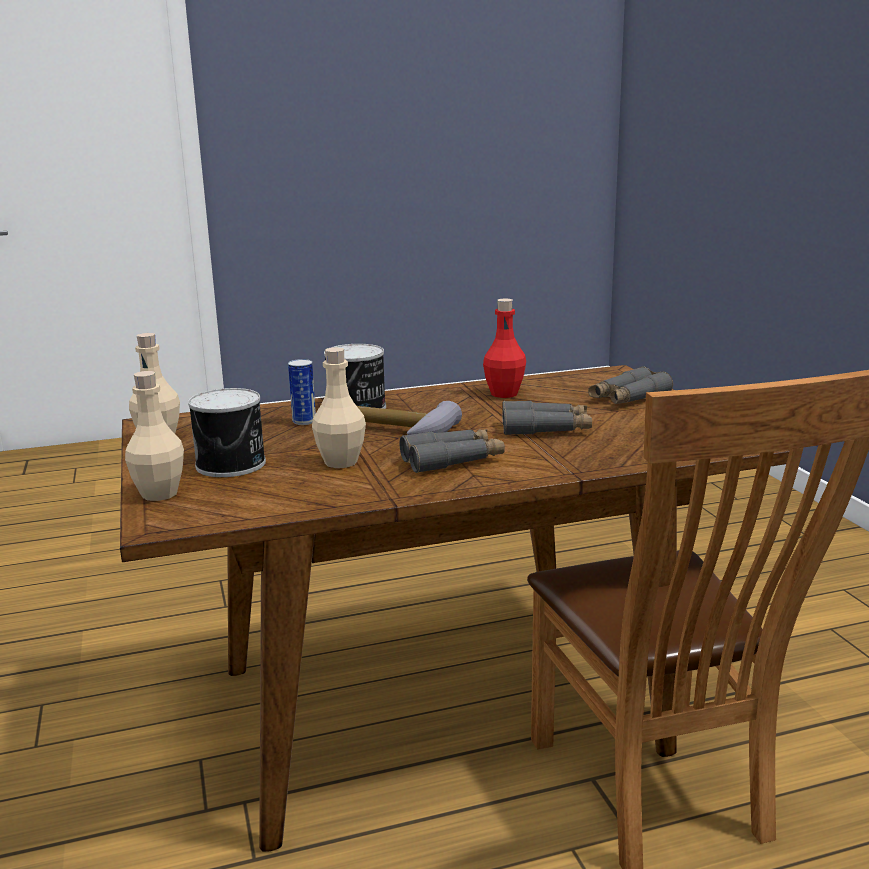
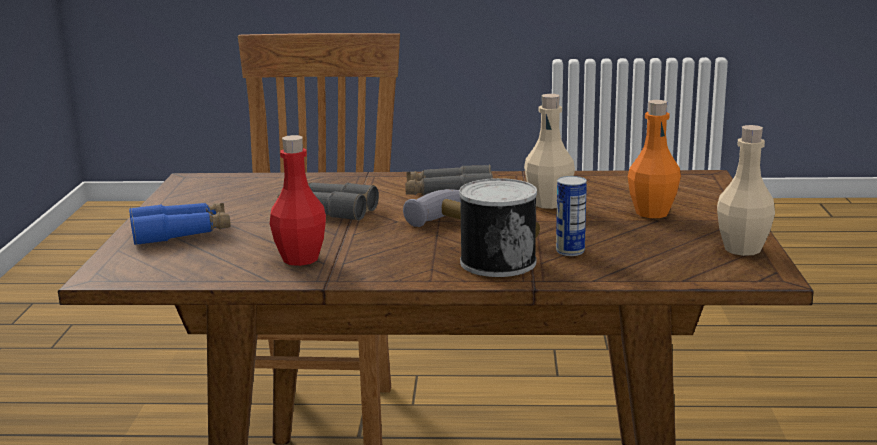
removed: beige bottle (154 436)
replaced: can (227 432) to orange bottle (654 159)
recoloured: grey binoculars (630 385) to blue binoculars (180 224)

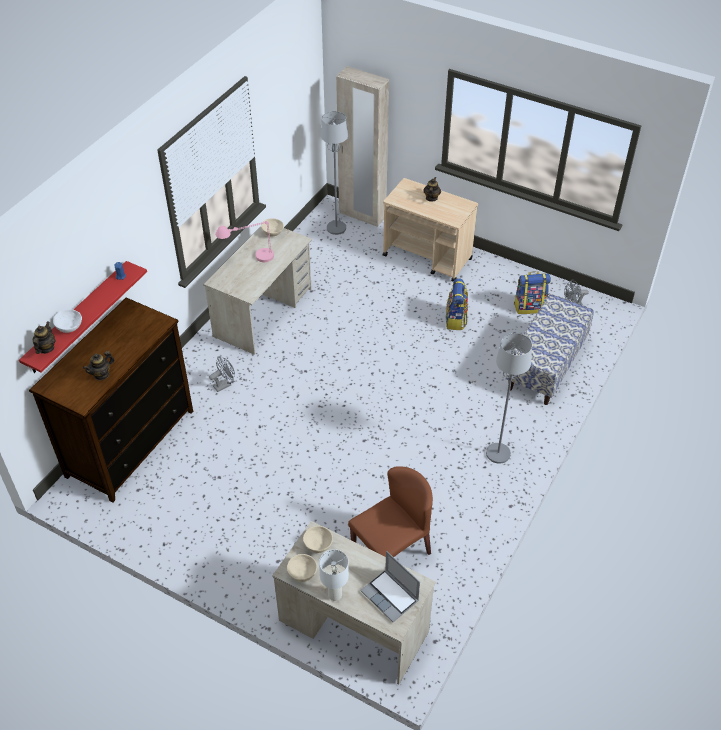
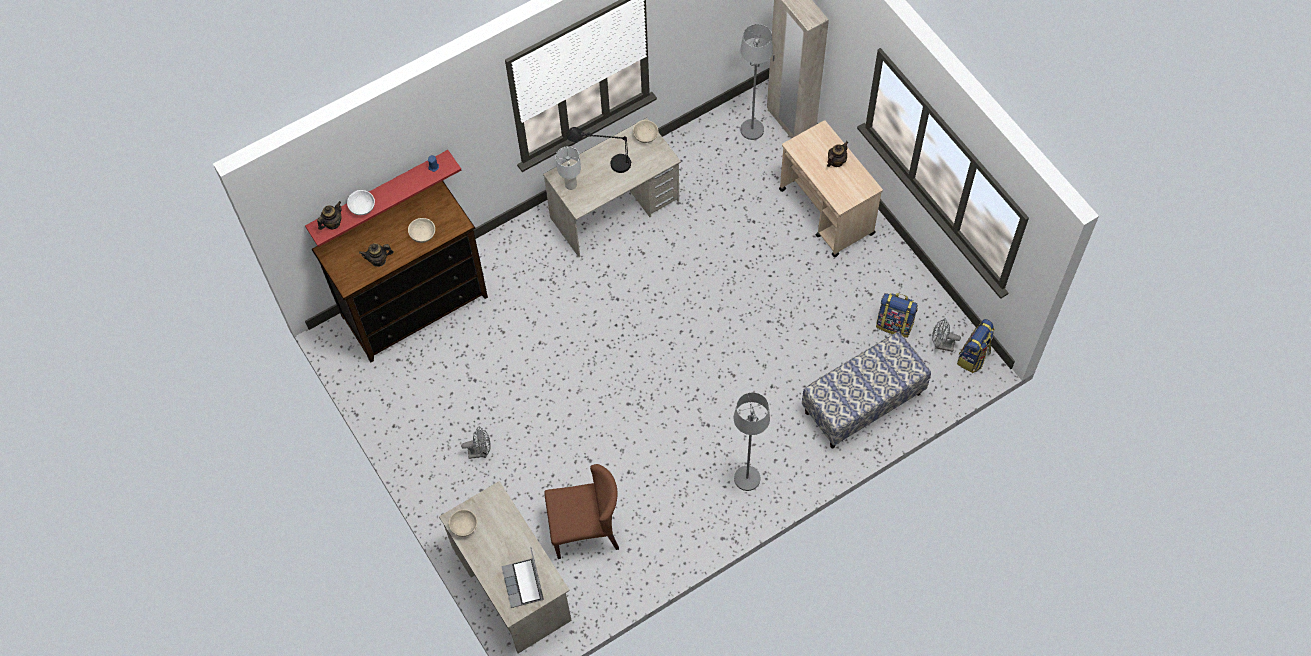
moved: backpack (457 304) to (976 346); grey fan (222 374) to (476 443); beige bowl (318 539) to (421 230); white table lamp (334 575) to (568 168)
recoloured: pink table lamp (244 241) to black table lamp (599 150)

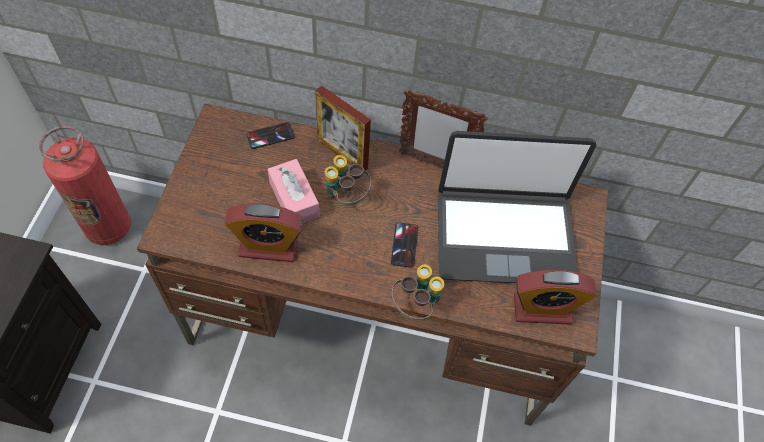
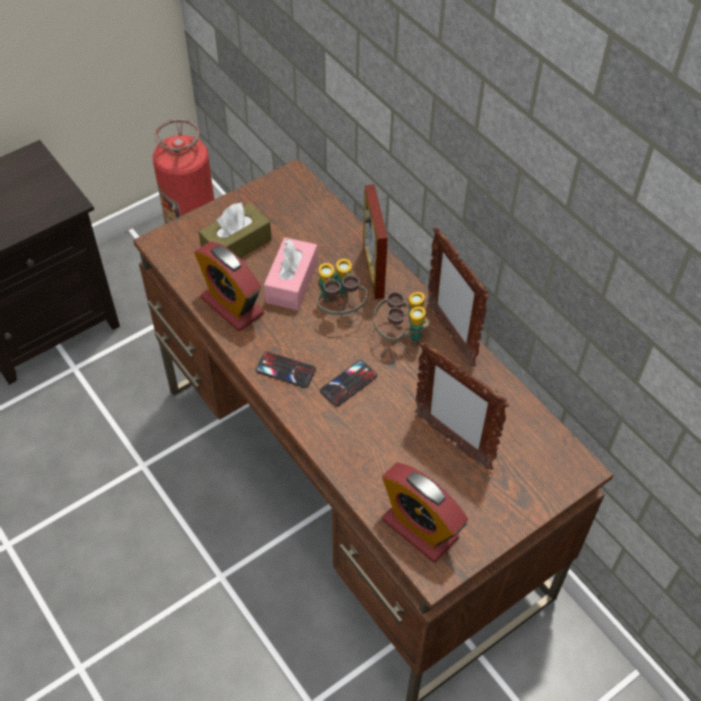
added: brown tissue box (235 230)
moved: phone (270 135) to (286 370); binoculars (418 292) to (402 319)
replaced: laptop (517 207) to picture frame (462 406)

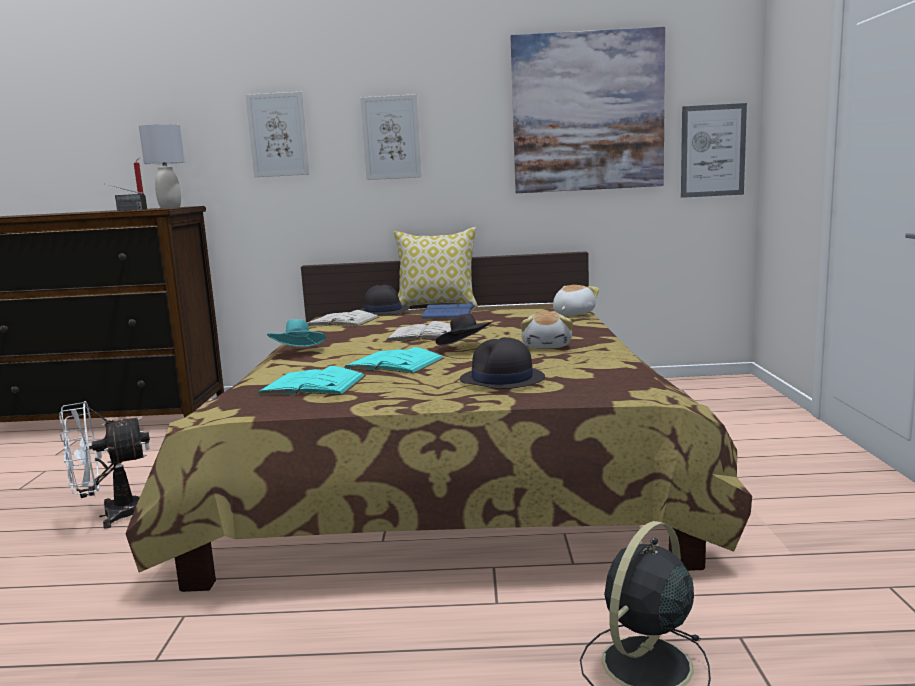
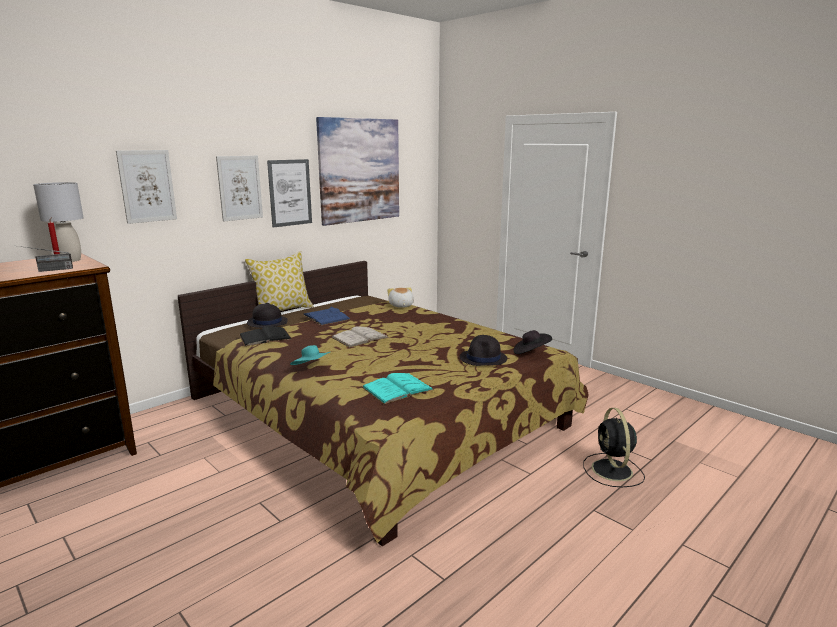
removed: plush toy (547 330); turquoise book (394 360); white fan (104 465)
moved: picture (714 150) to (289 193); black hat (463 330) to (533 342)
recoloured: white book (343 318) to black book (266 336)

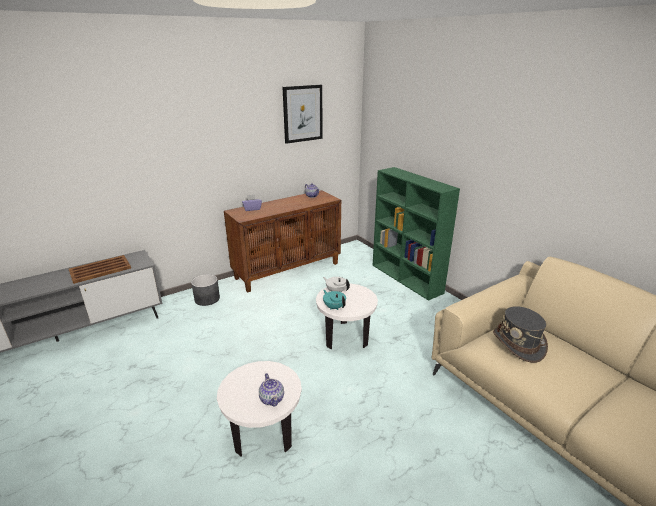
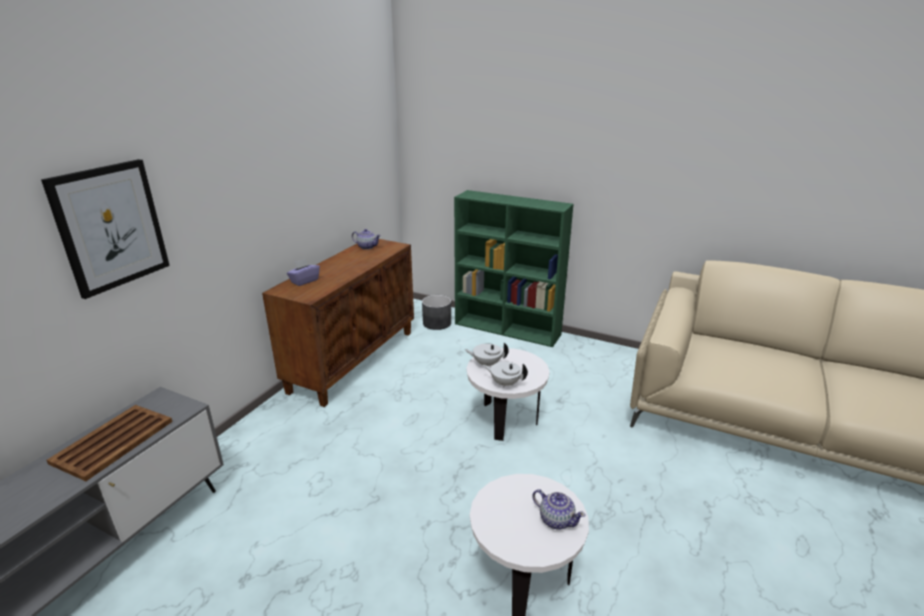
removed: grey hat (520 334)
moved: picture (303 114) to (105 229); grey planter (205 290) to (436 312)
recoloured: turquoise teapot (334 300) to white teapot (505 375)

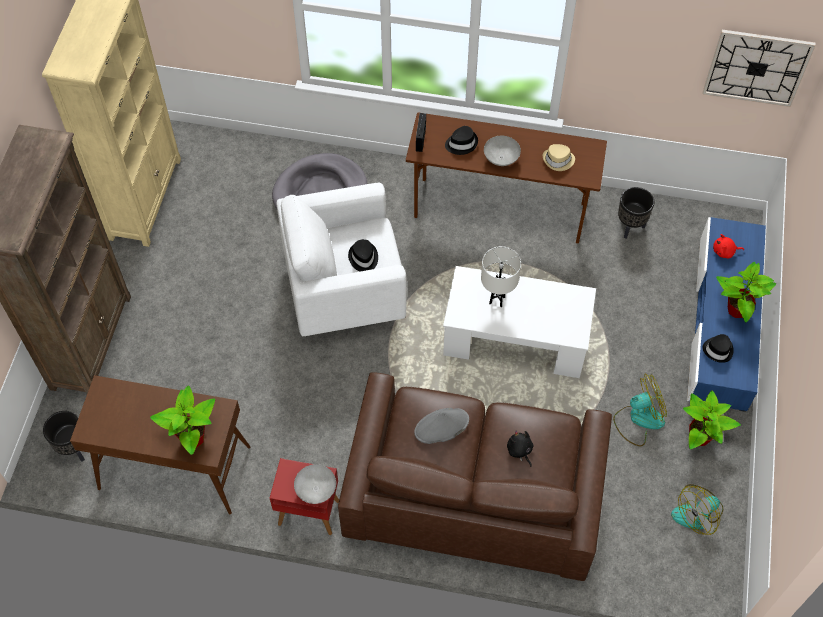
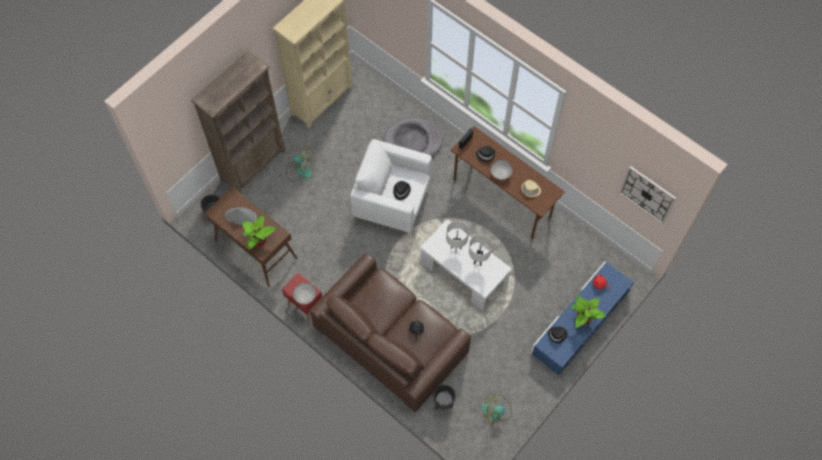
removed: potted plant (712 419)
added: white table lamp (480 250)
moved: black planter (636 213) to (444 397); fan (640 410) to (299 164); grey hat (441 426) to (241 216)

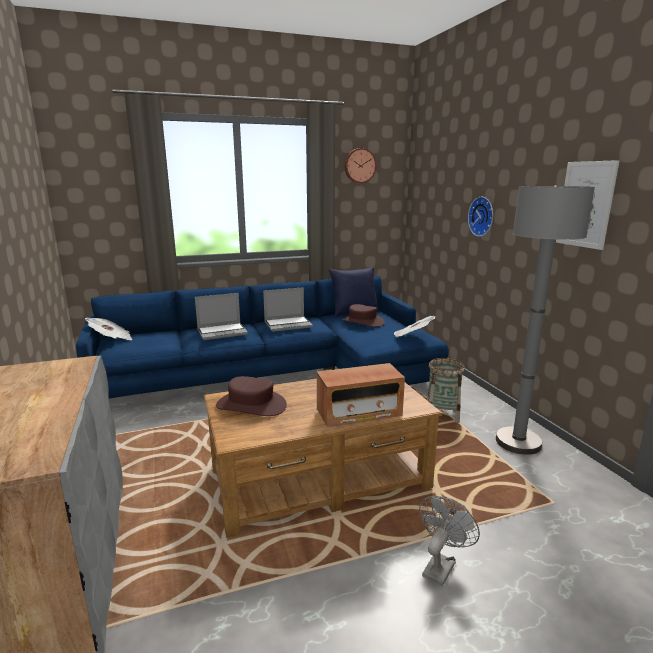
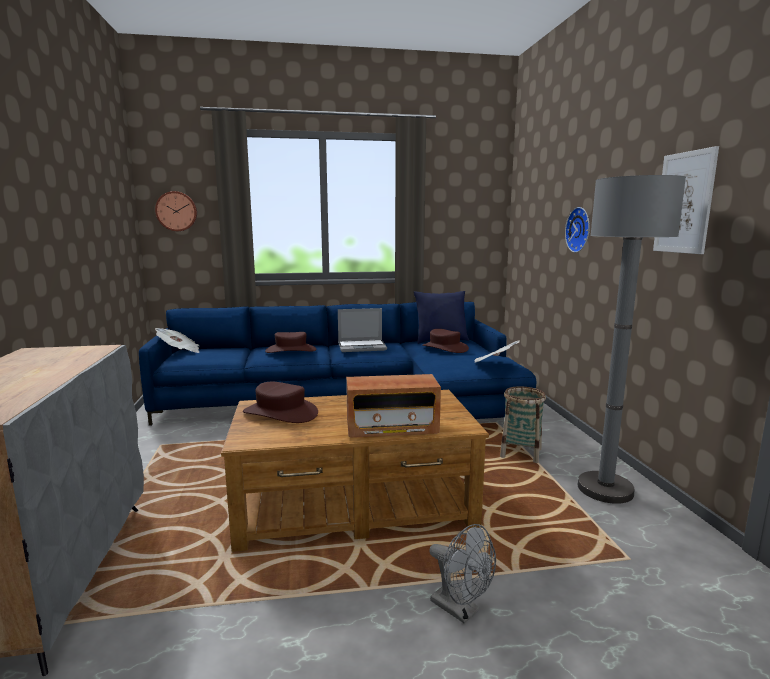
moved: wall clock (360 165) to (176 211)
replaced: laptop (221 316) to brown hat (290 342)
turned: grey fan (449 541) = (462 574) 90 degrees clockwise

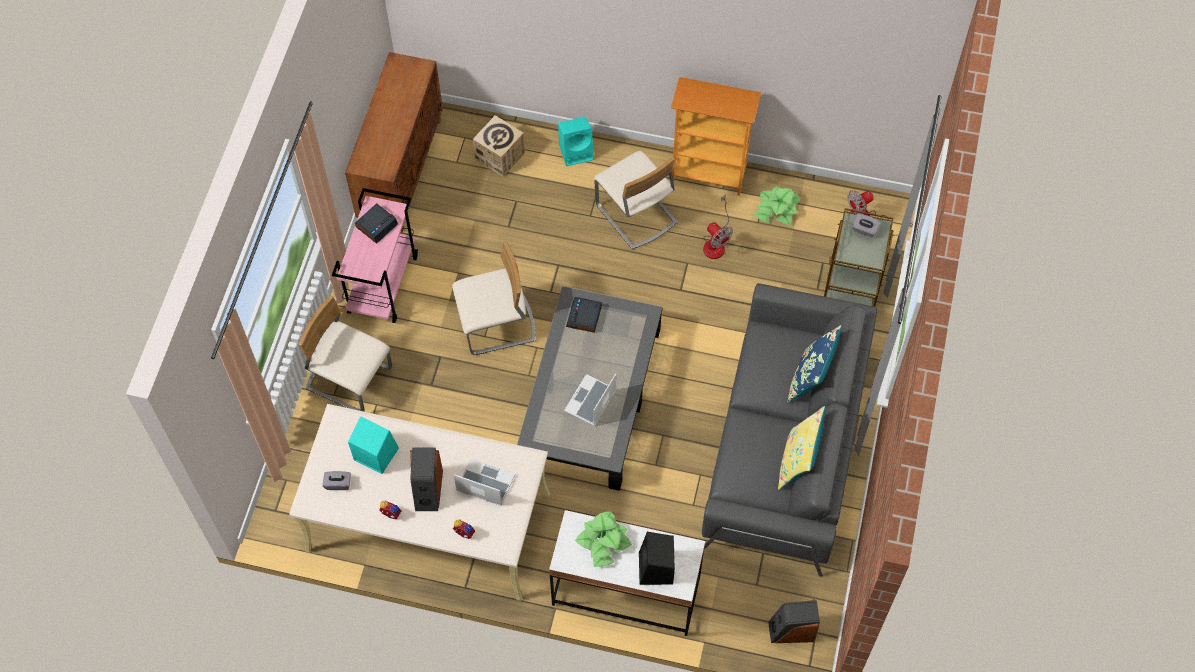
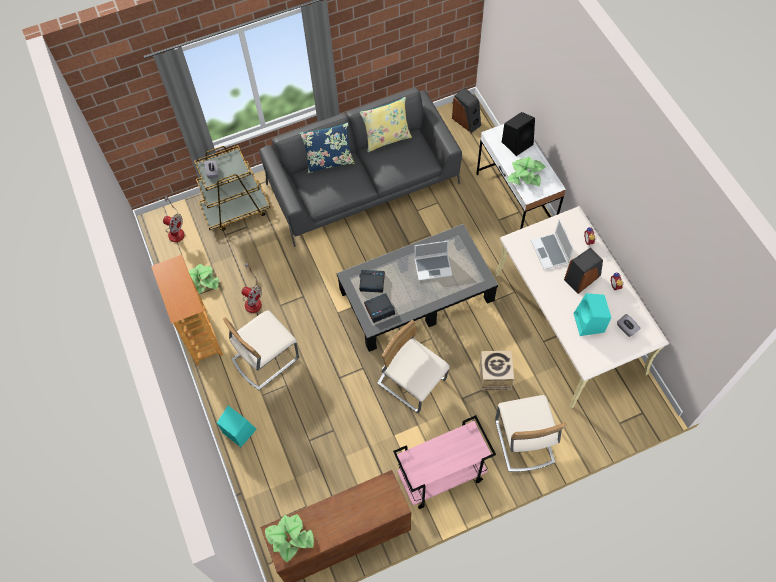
added: potted plant (289 538)
moved: cardboard box (499 146) to (496 370); alarm clock (376 223) to (372 281)
turned: beige chair (636 200) = (261 350) 150 degrees counterclockwise; fan (718 226) = (251 287) 105 degrees clockwise

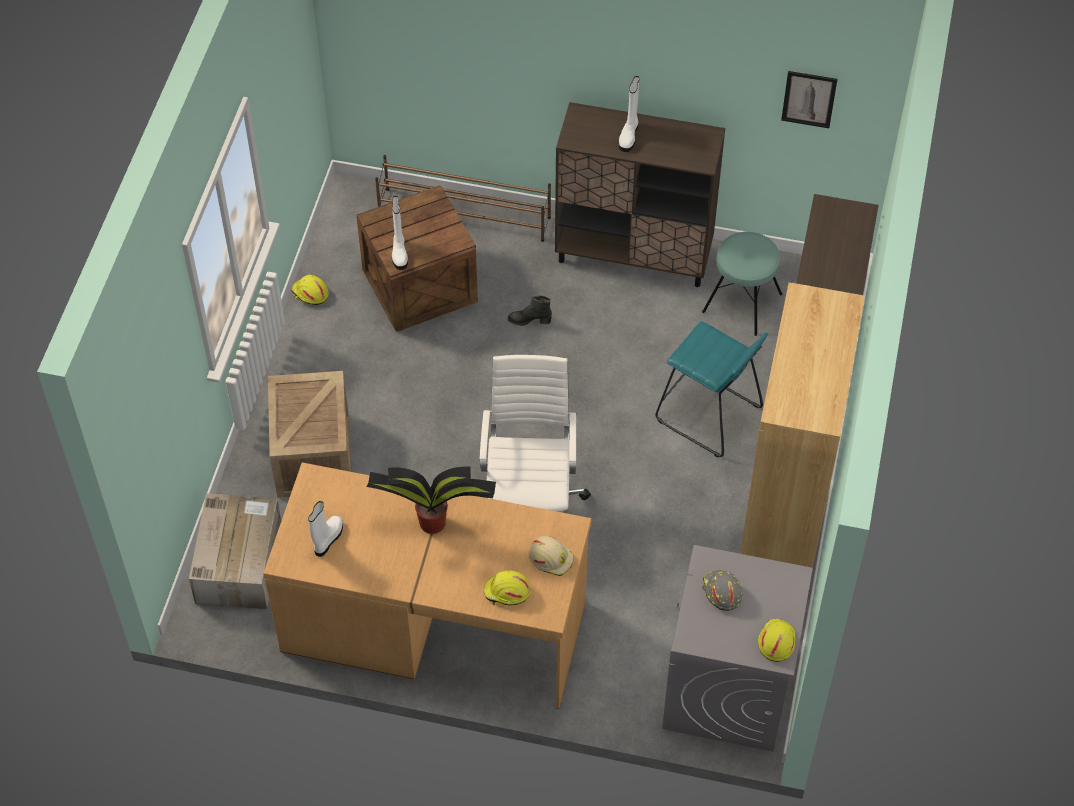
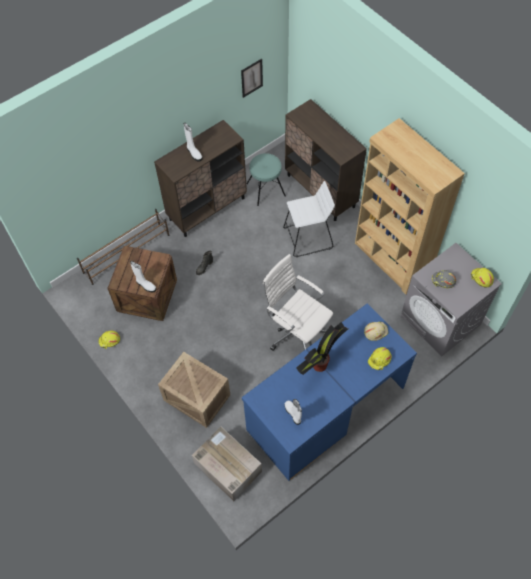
recoloured: turquoise stool (711 389) to white stool (309 219); brown desk (427 585) to blue desk (329 392)

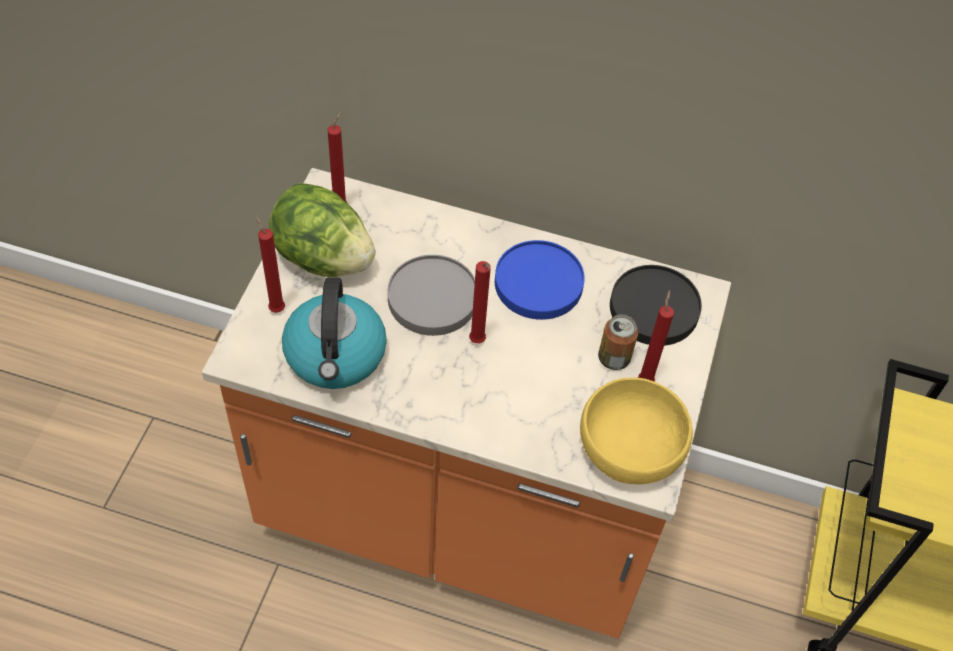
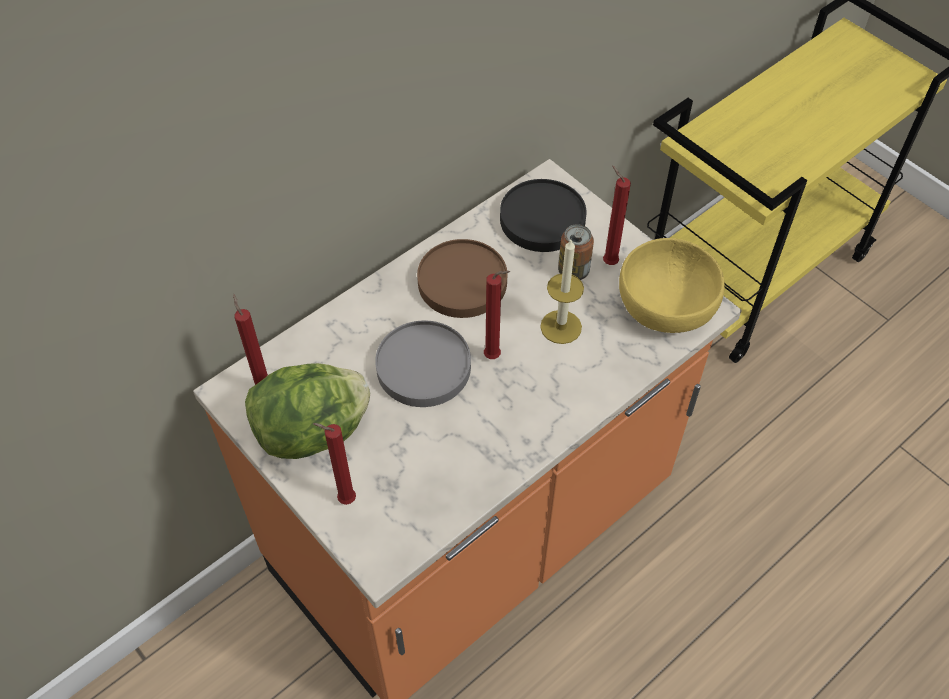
removed: kettle (334 333)
added: candle (562 292)
recoloured: blue plate (540 280) to brown plate (462 278)

